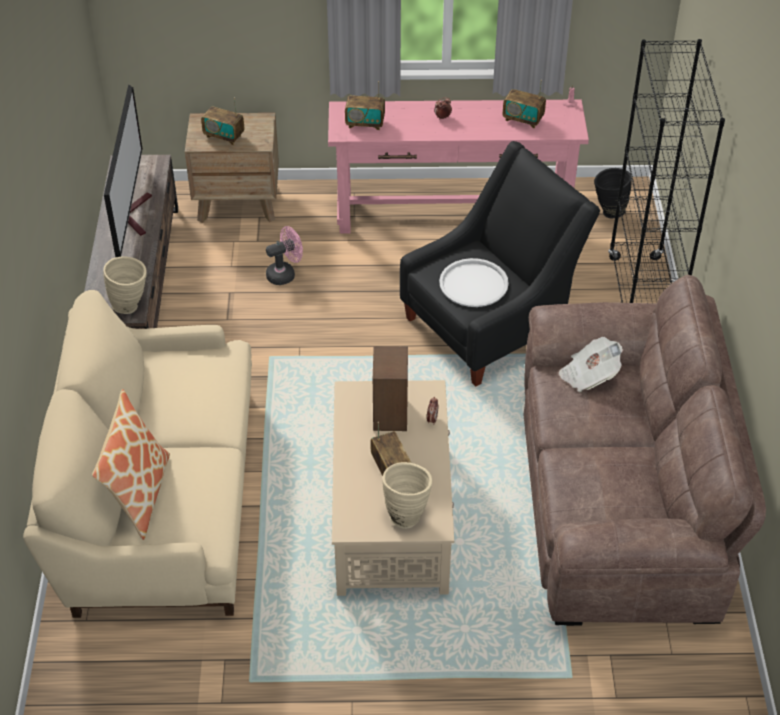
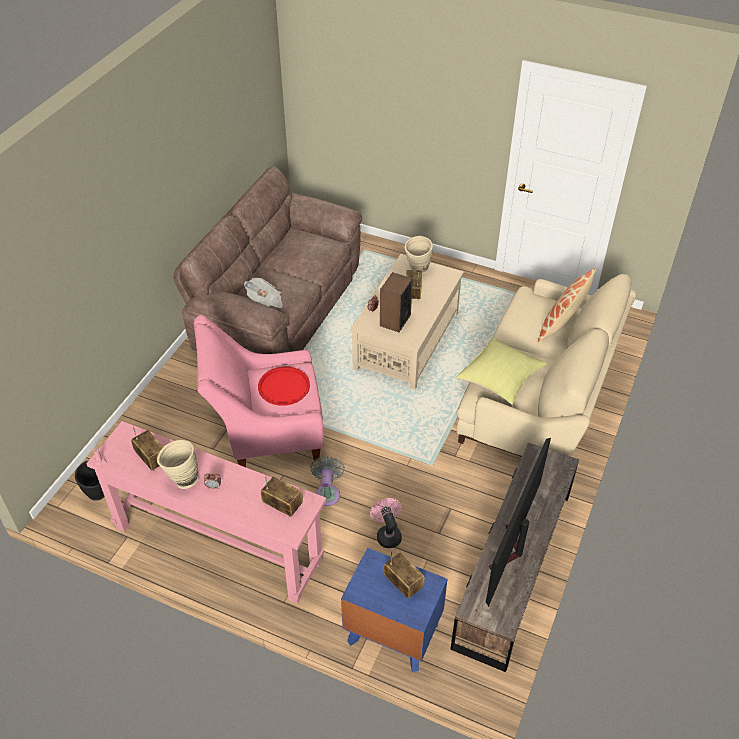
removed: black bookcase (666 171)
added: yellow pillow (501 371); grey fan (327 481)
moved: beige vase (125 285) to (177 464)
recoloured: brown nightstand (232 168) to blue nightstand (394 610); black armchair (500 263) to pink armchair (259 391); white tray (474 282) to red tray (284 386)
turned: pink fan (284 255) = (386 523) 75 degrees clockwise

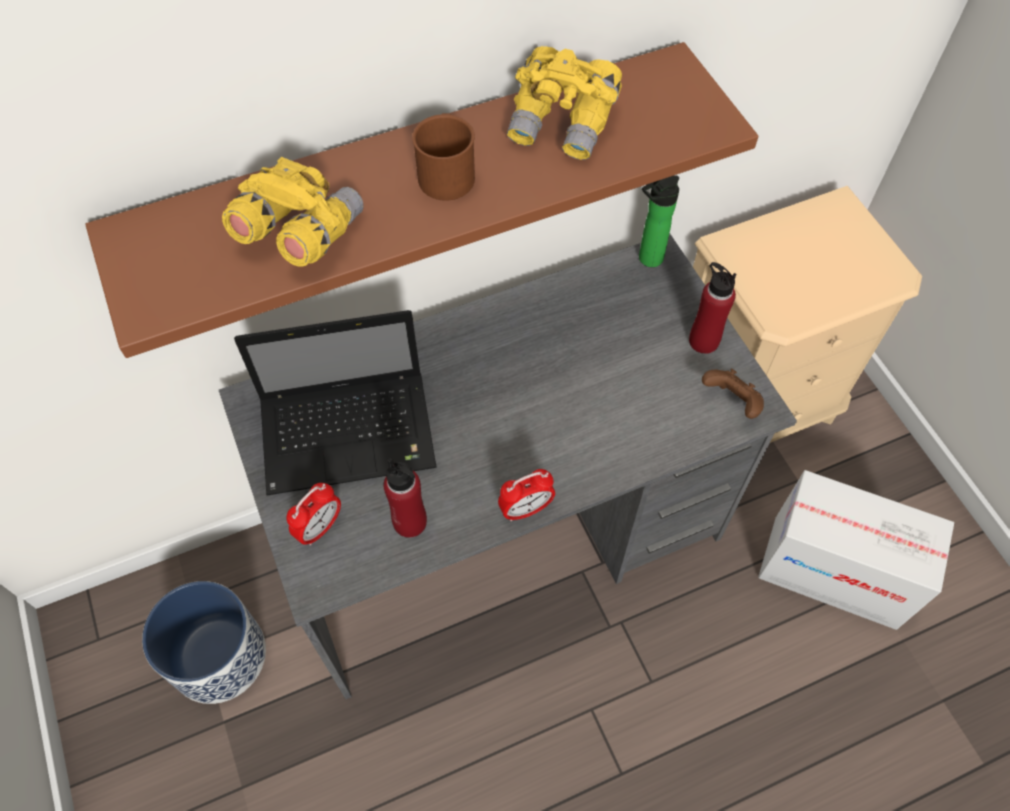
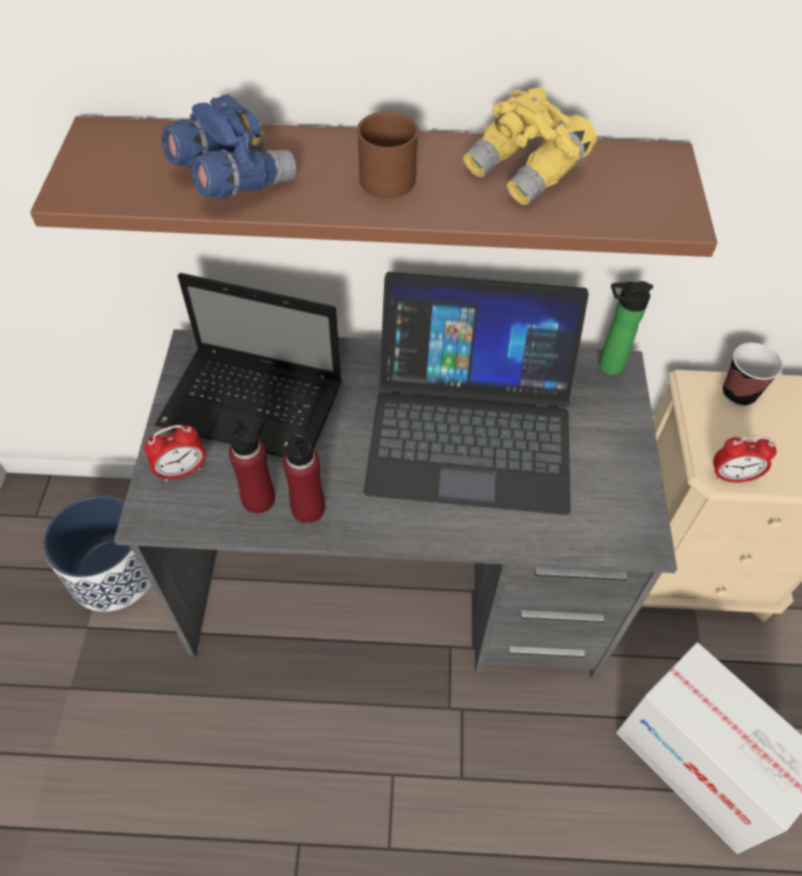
removed: brown game controller (733 394)
added: laptop (476 393); cup (753 375)
moved: red bottle (713 308) to (304 473); alarm clock (526 495) to (745 459)
recoloured: yellow binoculars (292 212) to blue binoculars (229 146)

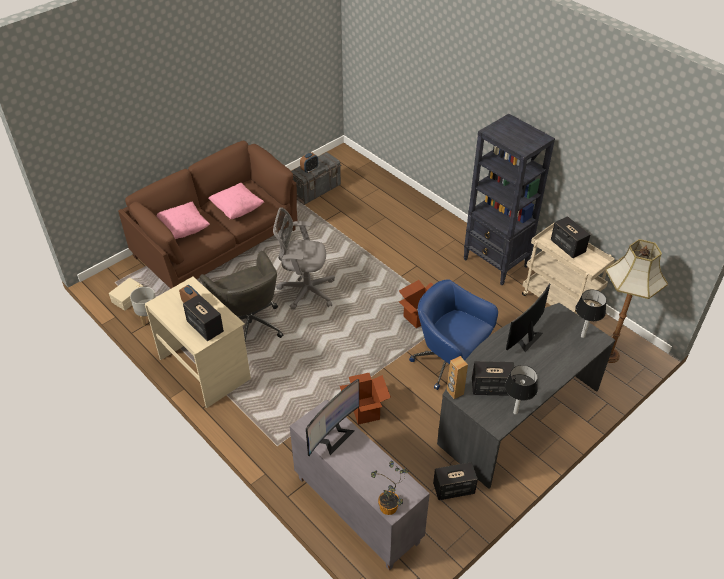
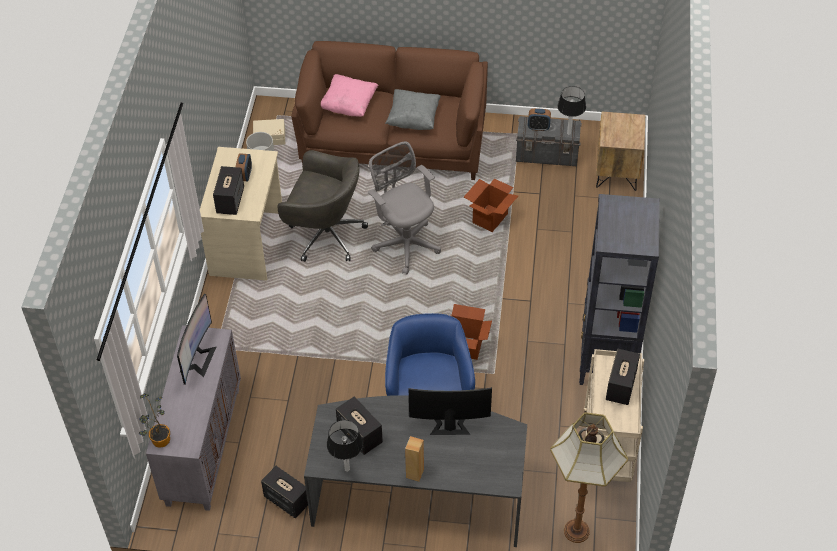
added: brown nightstand (620 151)
moved: table lamp (591 313) to (571 110); brown speaker (457 377) to (414 459); cardboard box (365 399) to (491 205)
recoloured: pink pillow (236 201) to grey pillow (413 109)
turned: grey office chair (241 296) = (322 206) 90 degrees counterclockwise; monitor (332 417) = (197 339) 75 degrees counterclockwise

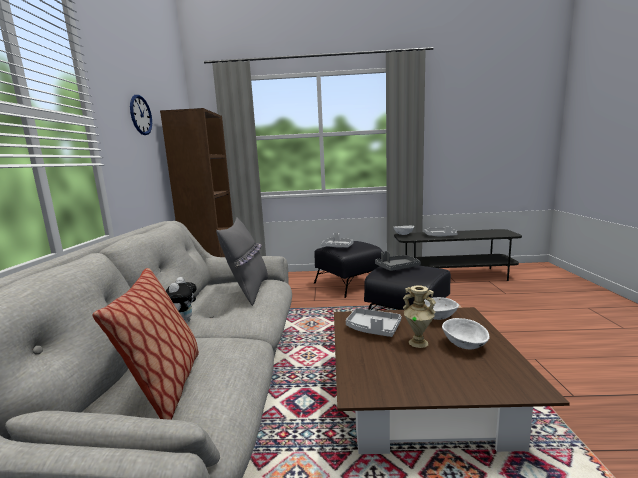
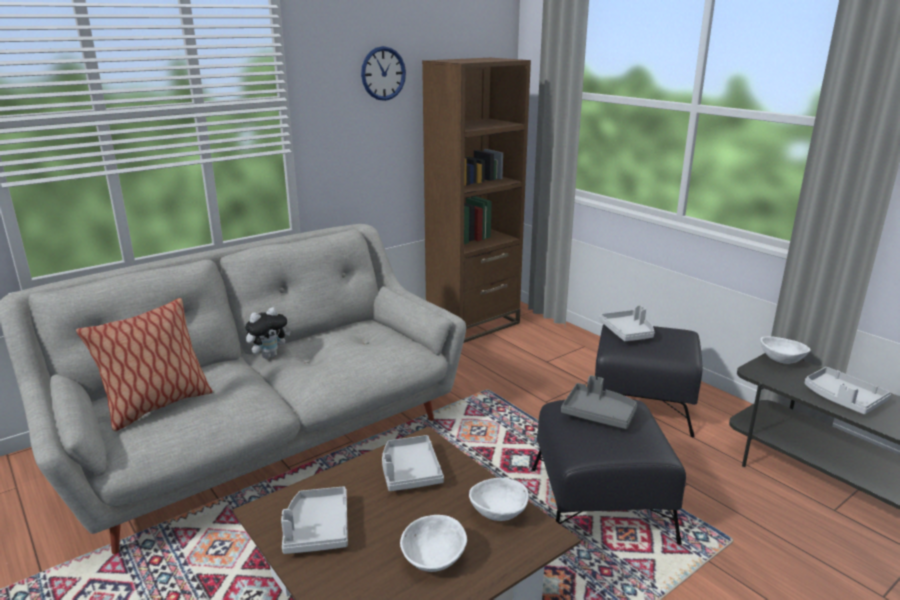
removed: grey pillow (242 261); beige vase (419 317)
added: grey tray (314 520)

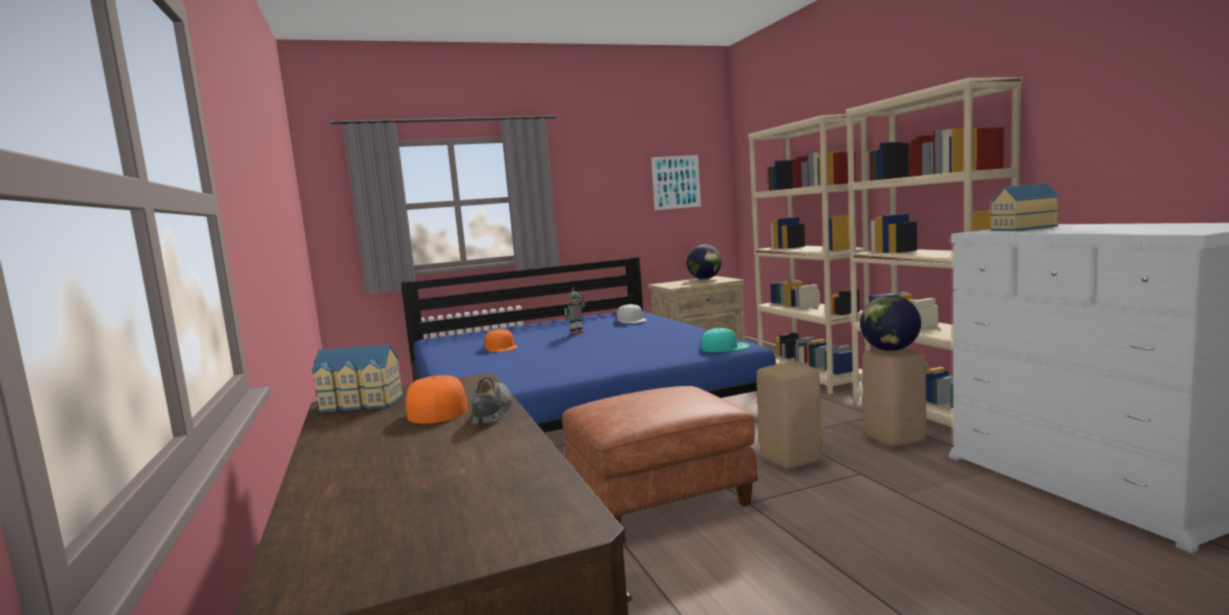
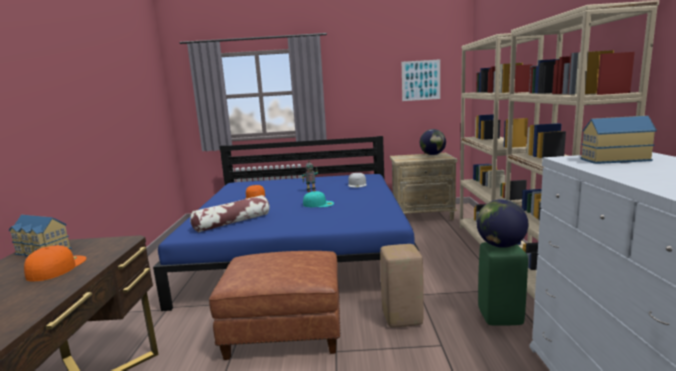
removed: grey shoe (492 401)
added: pillow (230 213)
moved: turquoise cap (725 340) to (318 199)
recoloured: beige stool (894 397) to green stool (503 284)

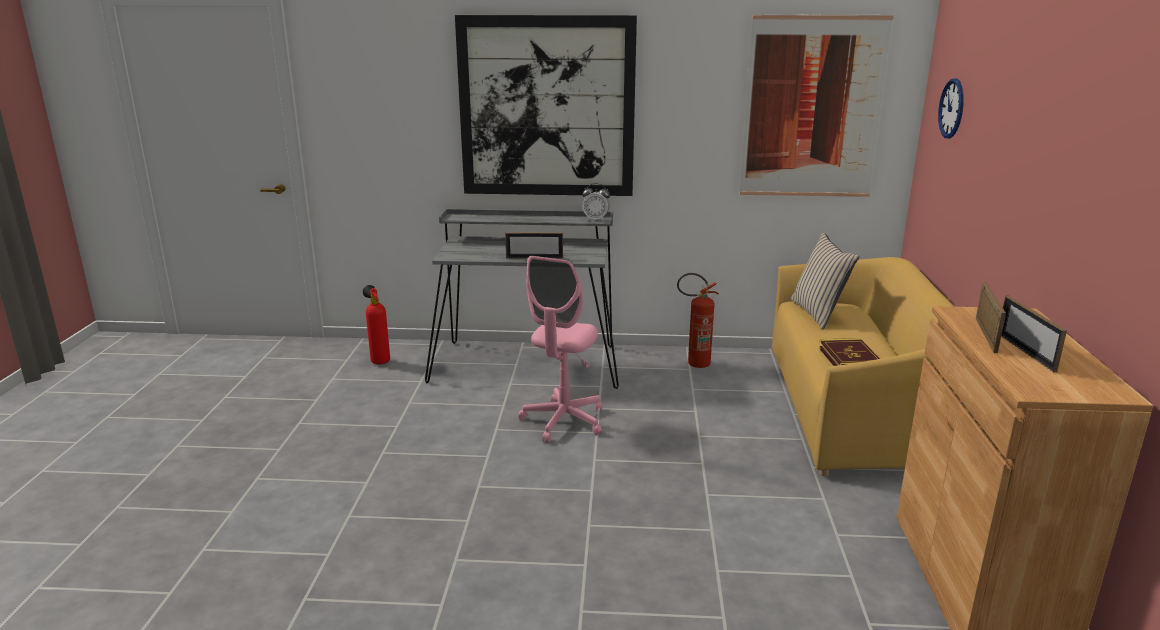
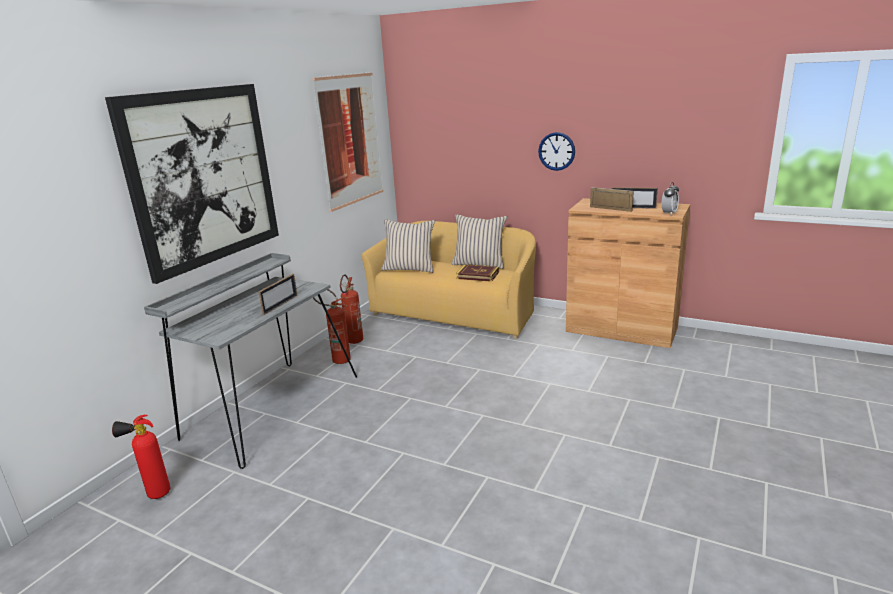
removed: pink office chair (560 349)
added: beige pillow (479 242); fire extinguisher (332 326)
moved: wall clock (951 108) to (556 151); alarm clock (596 202) to (670 198)

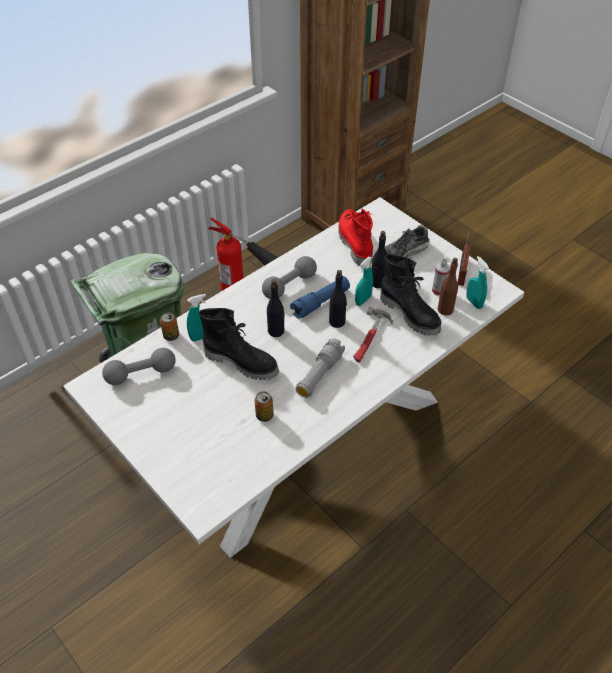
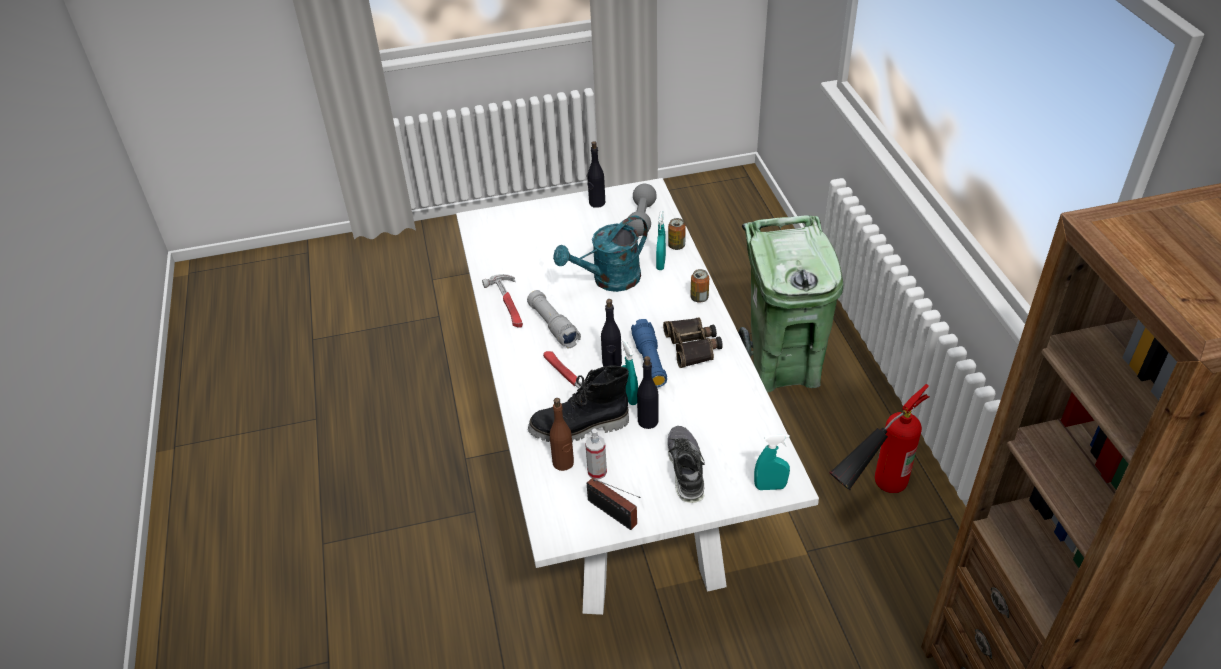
removed: red boot (355 238)
added: hammer (502 301)
moved: turquoise spray bottle (478 282) to (772 462); black bottle (276 308) to (596 174); can (264 406) to (699 286)
replaced: grey dumbbell (289 277) to binoculars (693 342); black boot (239 344) to turquoise watering can (600 253)

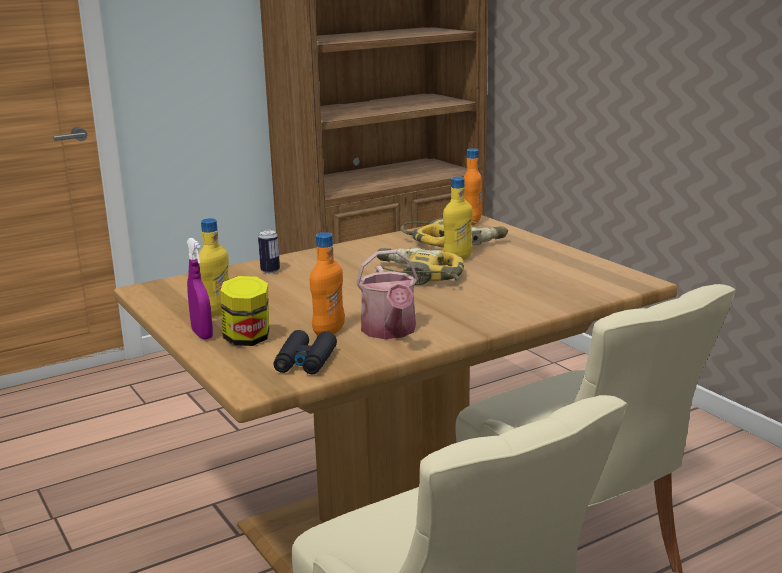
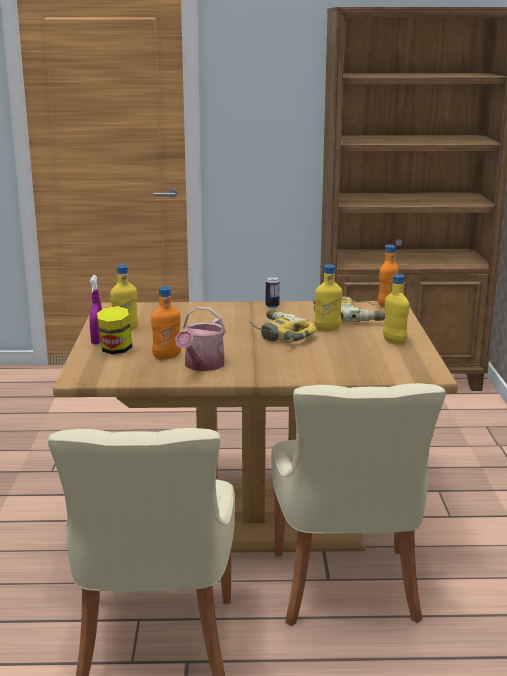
removed: black binoculars (305 352)
added: yellow bottle (396 309)
moved: can (269 252) to (273 292)

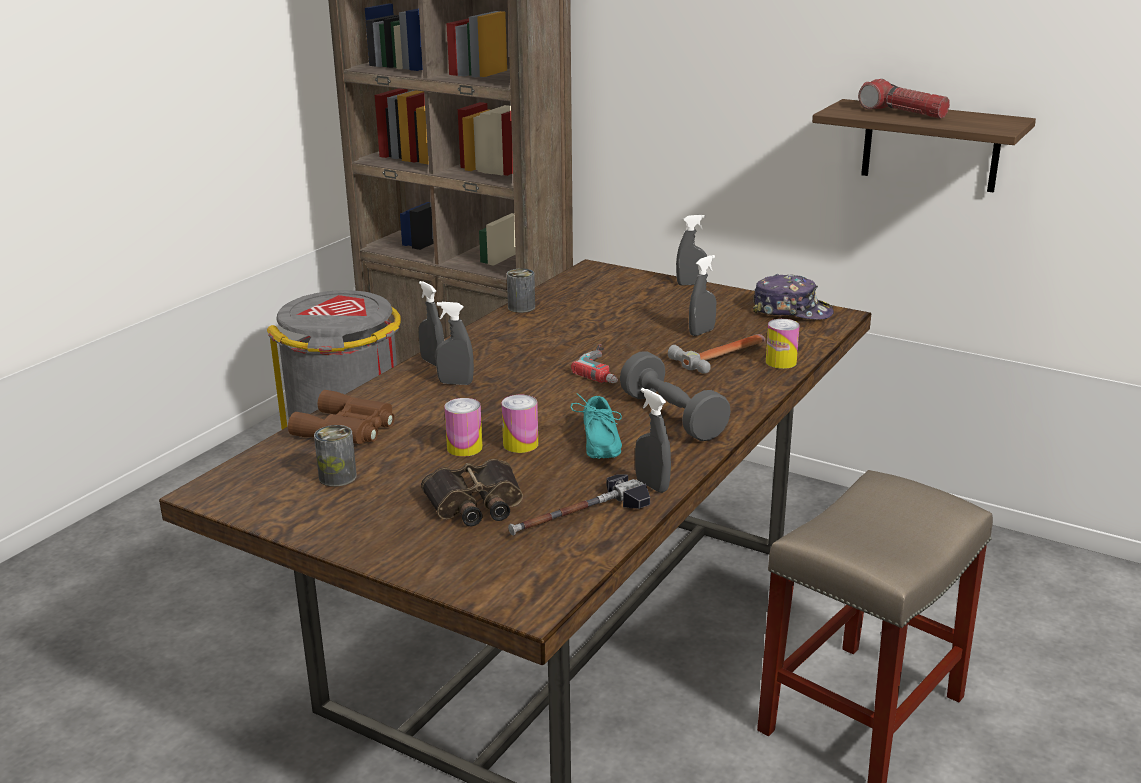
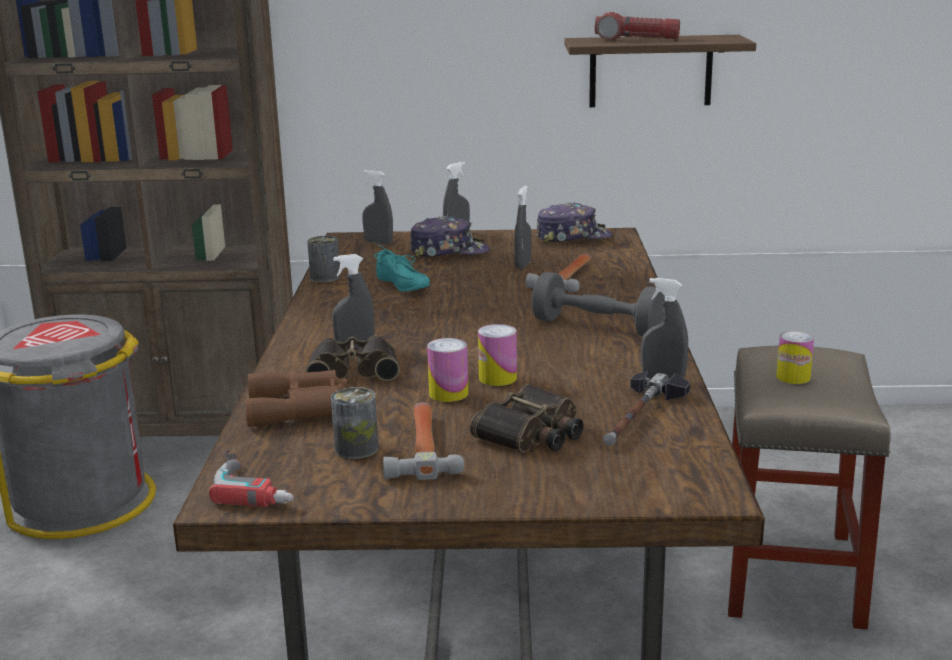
added: cap (449 237); binoculars (352 358); hammer (423 441)
moved: grey spray bottle (431 323) to (377 207); can (783 344) to (795 357); power drill (594 363) to (251 478); turquoise shoe (596 426) to (402 268)

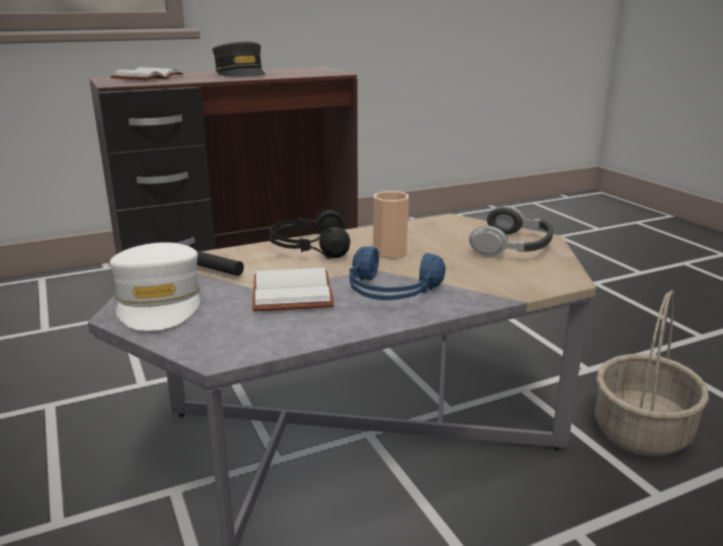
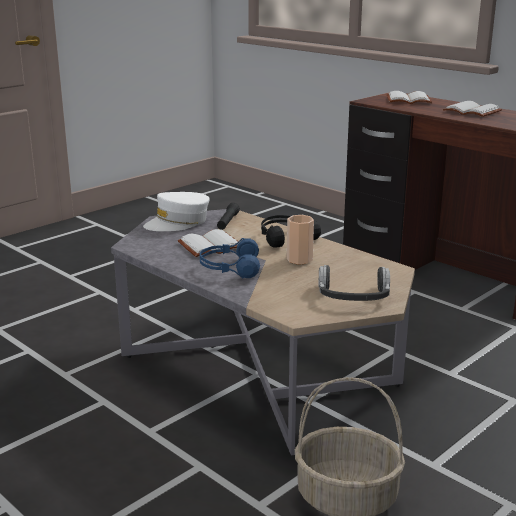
replaced: grey cap (238 59) to white book (472 109)

